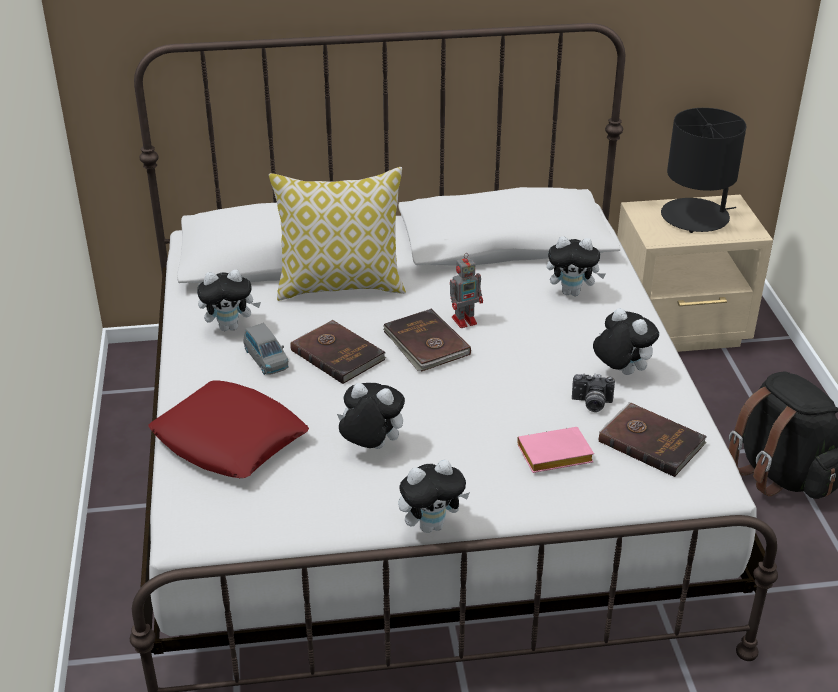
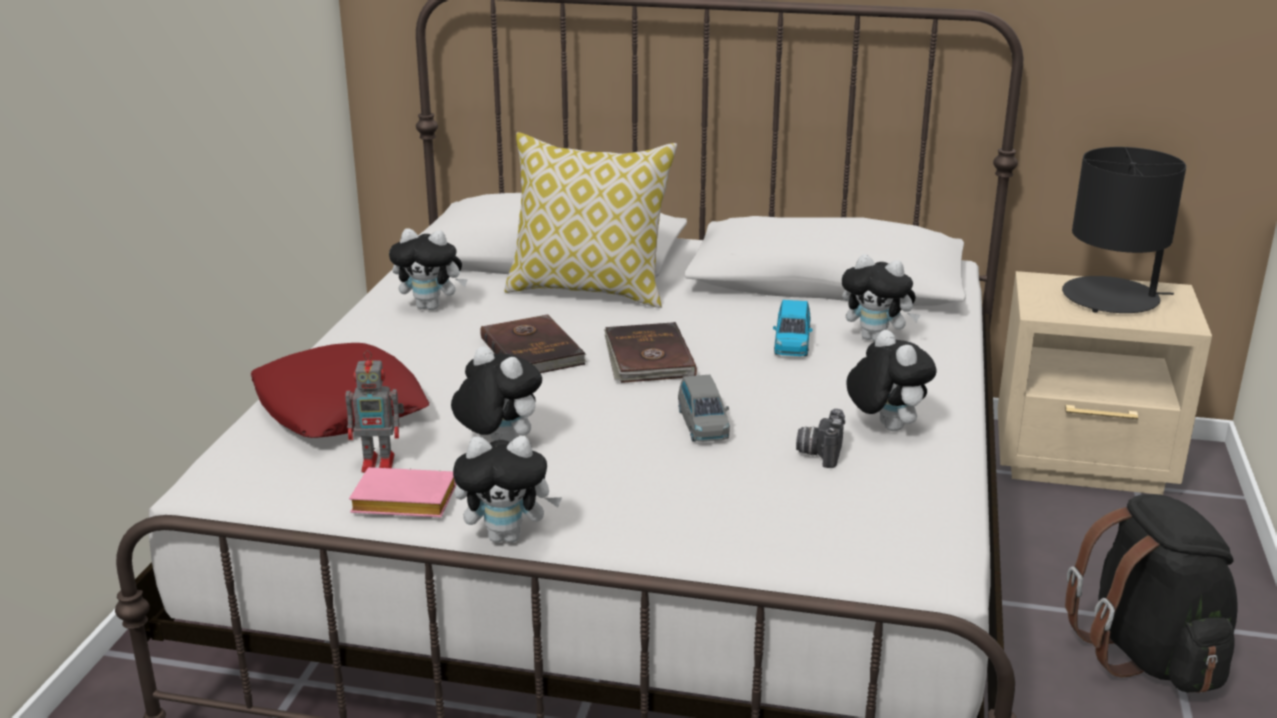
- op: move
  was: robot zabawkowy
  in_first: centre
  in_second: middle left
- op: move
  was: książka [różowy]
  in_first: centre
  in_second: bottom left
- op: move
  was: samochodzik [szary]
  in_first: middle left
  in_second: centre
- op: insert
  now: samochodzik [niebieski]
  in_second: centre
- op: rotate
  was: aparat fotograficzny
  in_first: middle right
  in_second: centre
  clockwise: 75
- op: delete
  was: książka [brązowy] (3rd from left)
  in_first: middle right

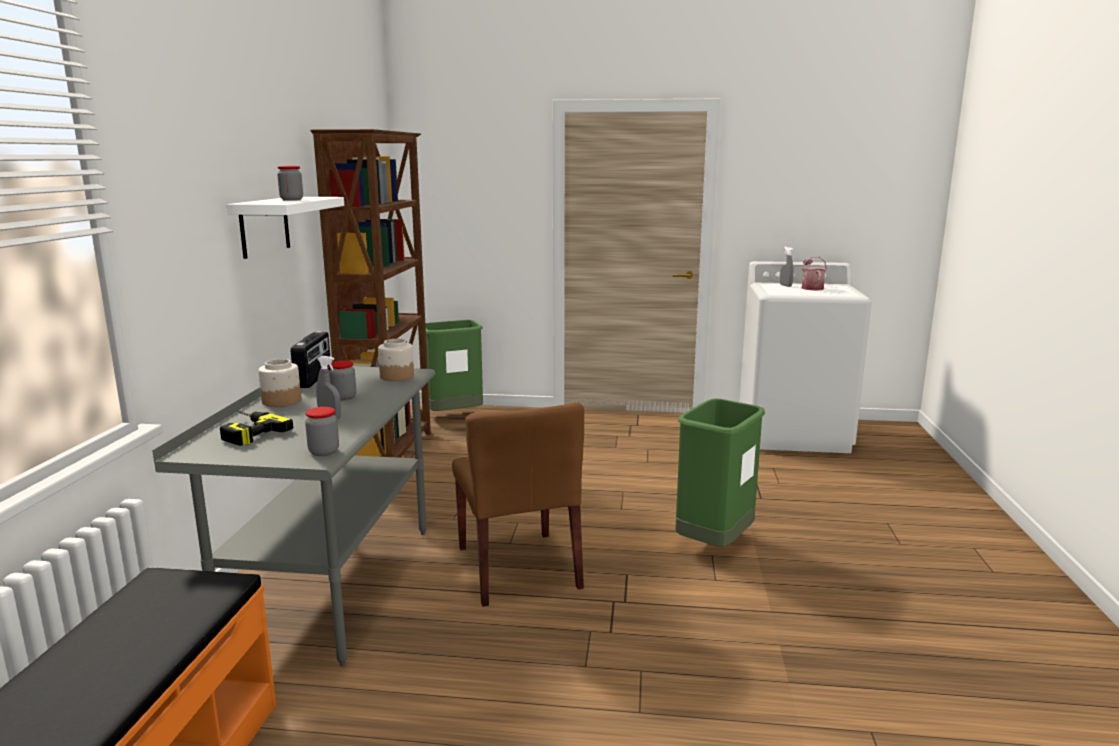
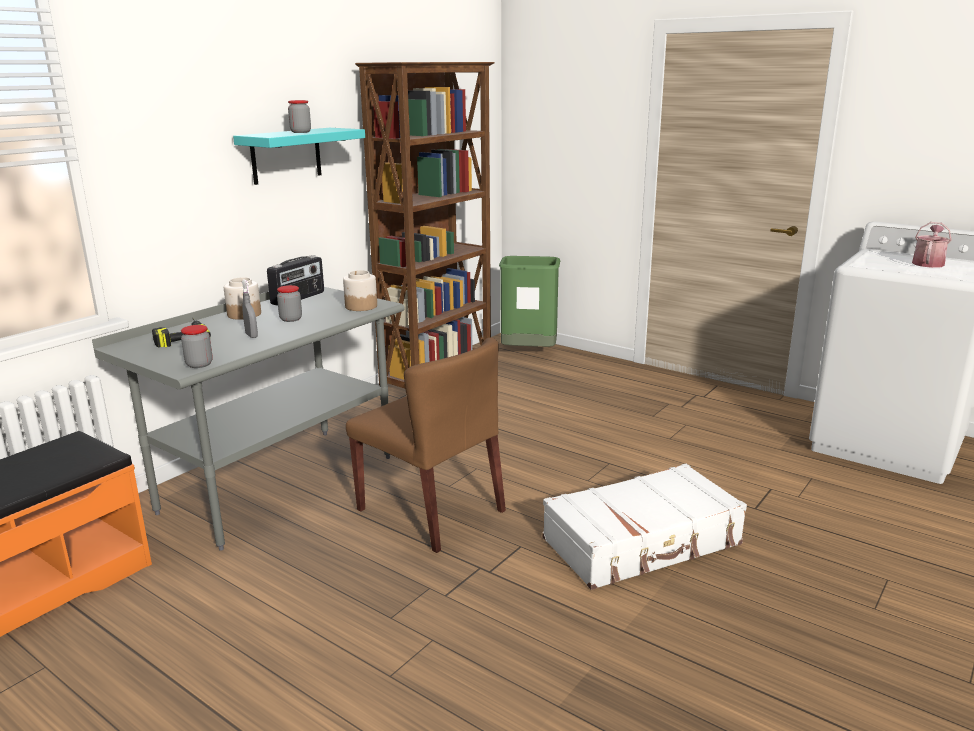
- op: recolor
  was: półka [biały]
  now: półka [turkusowy]
  in_first: top left
  in_second: top left
- op: rotate
  was: krzesło [brązowy]
  in_first: bottom centre
  in_second: centre
  clockwise: -60
- op: replace
  was: kosz na śmieci [zielony] (2nd from left)
  now: walizka [biały]
  in_first: centre
  in_second: bottom centre
- op: delete
  was: spryskiwacz [szary] (2nd from left)
  in_first: middle right

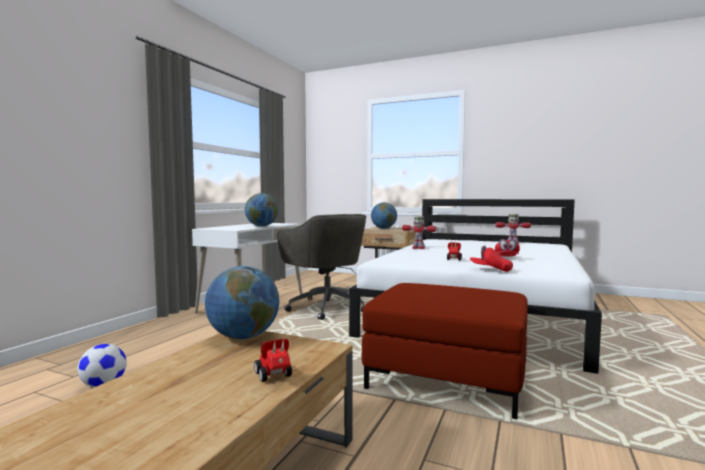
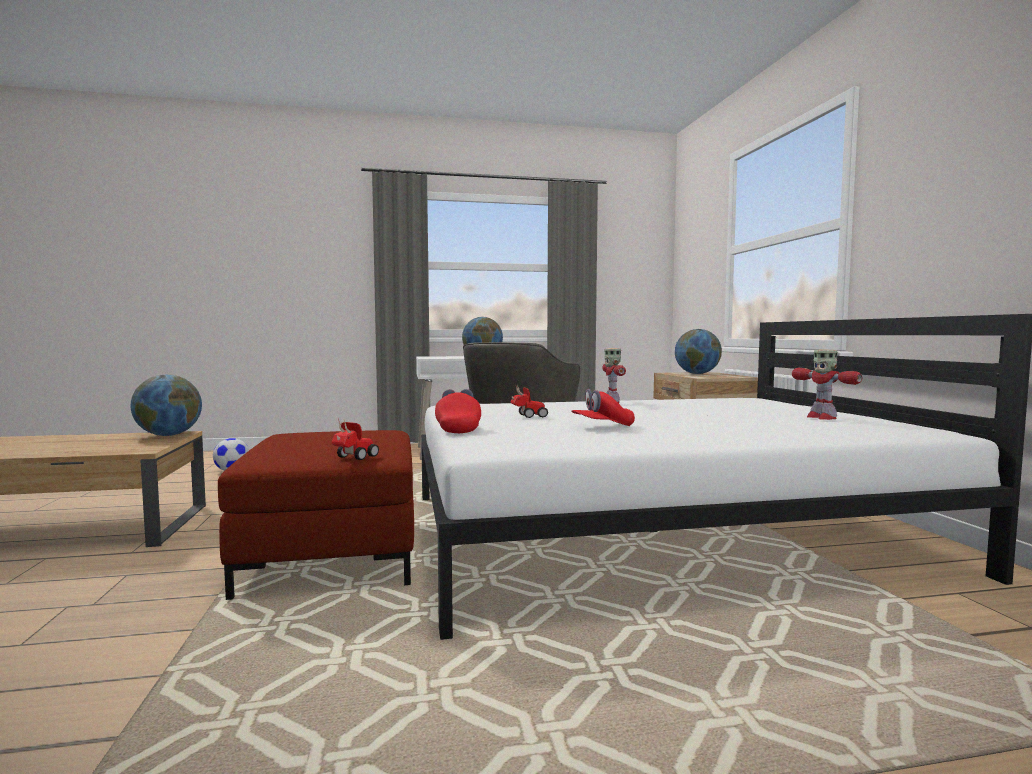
- op: move
  was: samochodzik (1st from left)
  in_first: bottom centre
  in_second: centre

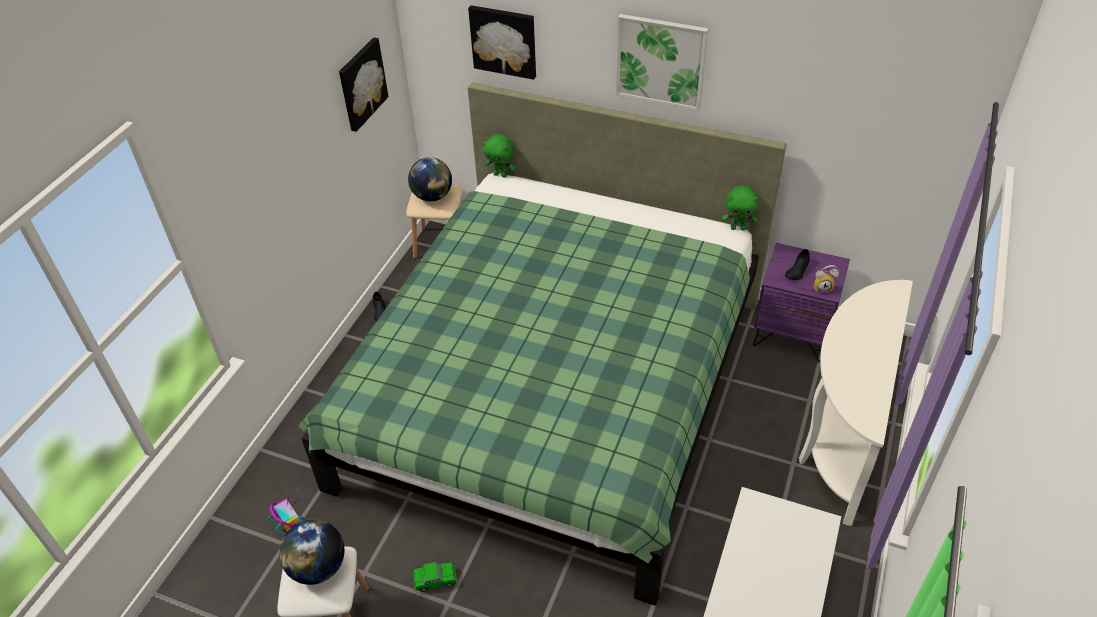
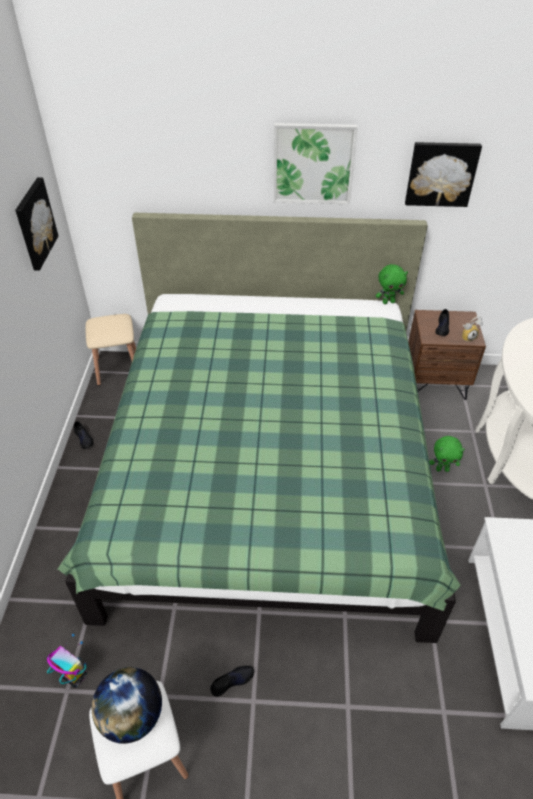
- op: replace
  was: samochodzik
  now: but [czarny] (2nd from left)
  in_first: bottom centre
  in_second: bottom centre
- op: move
  was: obraz (2nd from left in the first image)
  now: obraz (3rd from left)
  in_first: top centre
  in_second: top right
- op: recolor
  was: szafka nocna [fioletowy]
  now: szafka nocna [brązowy]
  in_first: middle right
  in_second: middle right
- op: move
  was: pluszak [zielony] (1st from left in the first image)
  now: pluszak [zielony] (2nd from left)
  in_first: top centre
  in_second: middle right
- op: delete
  was: globus (2nd from left)
  in_first: top centre

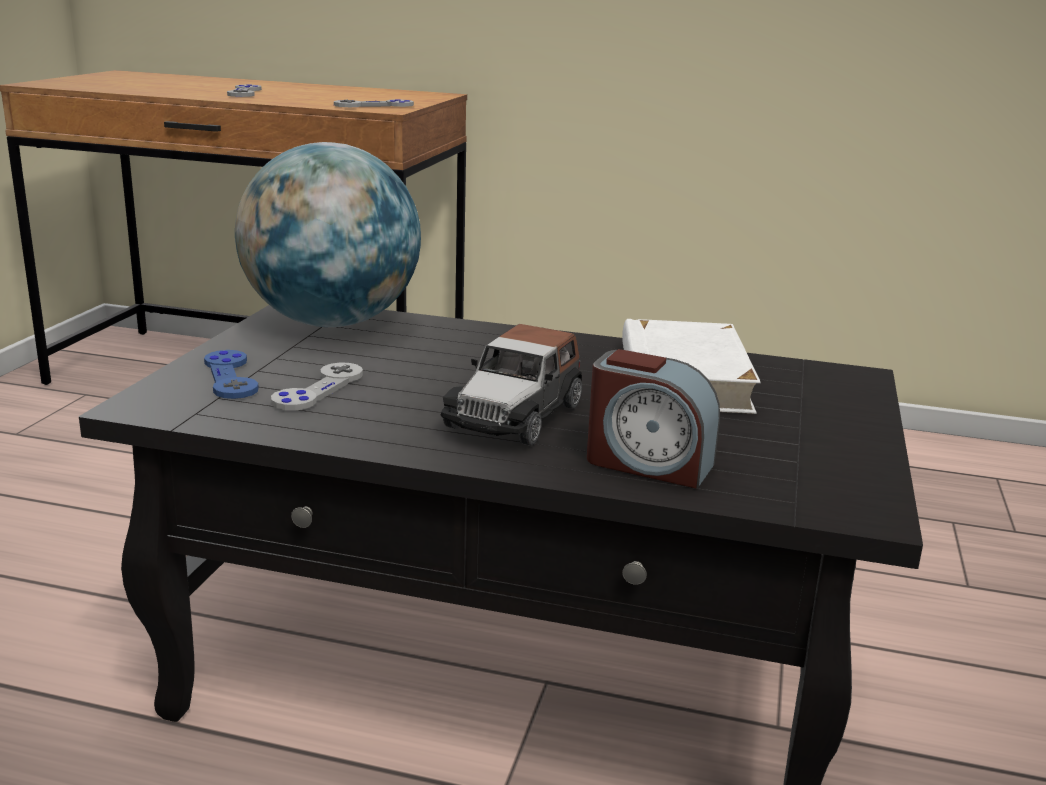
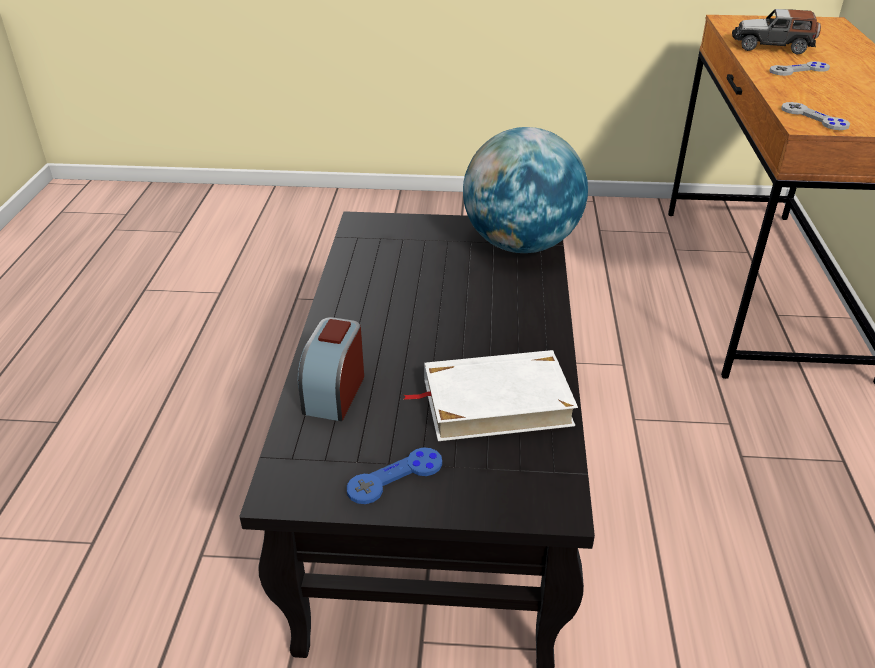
- op: move
  was: pad do gier [niebieski]
  in_first: middle left
  in_second: bottom centre
- op: move
  was: samochodzik
  in_first: centre
  in_second: top right
- op: delete
  was: pad do gier [szary] (2nd from left)
  in_first: middle left

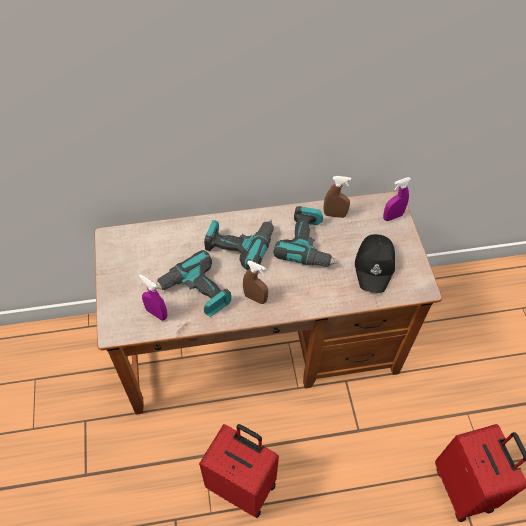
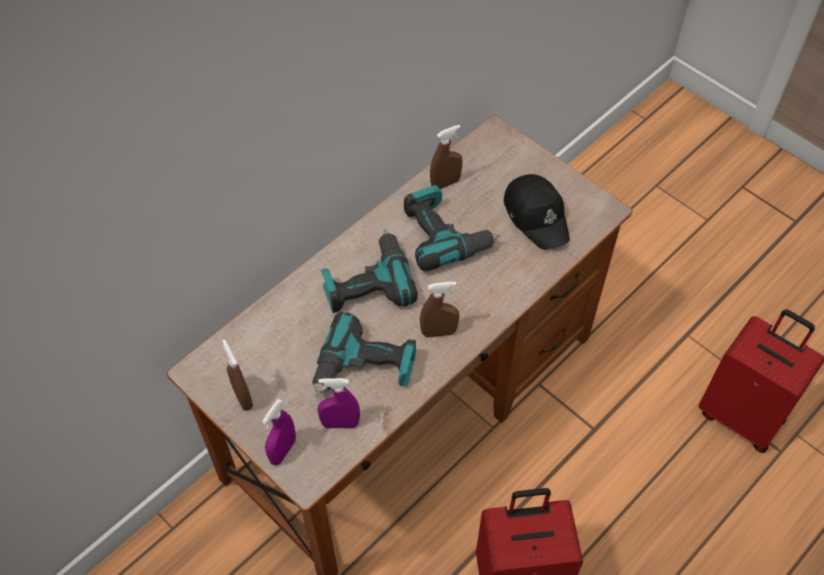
- op: insert
  now: spryskiwacz [brązowy] (1st from left)
  in_second: middle left
- op: move
  was: spryskiwacz [fioletowy] (2nd from left in the first image)
  now: spryskiwacz [fioletowy] (1st from left)
  in_first: middle right
  in_second: bottom centre

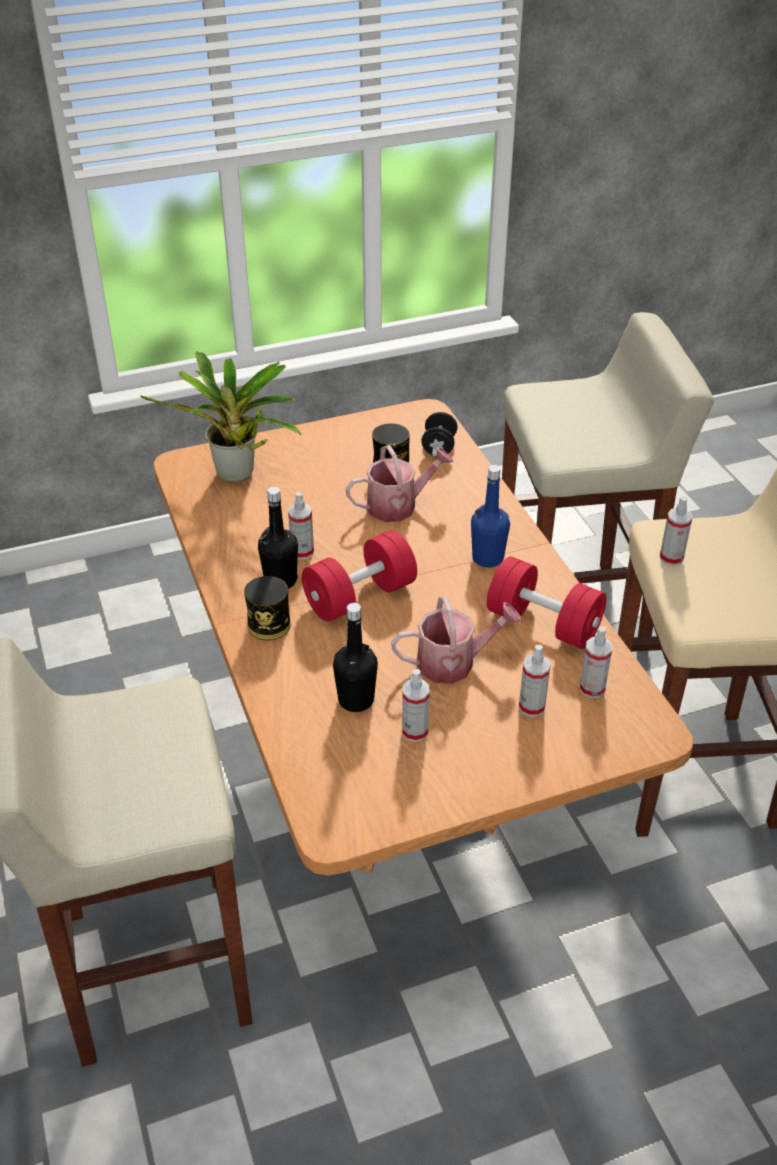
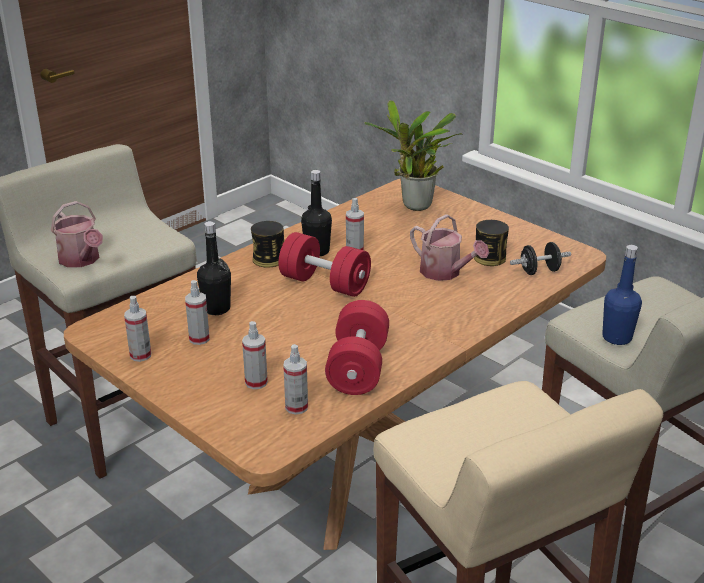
- op: move
  was: konewka (2nd from left in the first image)
  now: konewka (1st from left)
  in_first: centre
  in_second: middle left
- op: move
  was: spryskiwacz (5th from left in the first image)
  now: spryskiwacz (1st from left)
  in_first: middle right
  in_second: middle left
- op: move
  was: butelka [niebieski]
  in_first: centre
  in_second: middle right

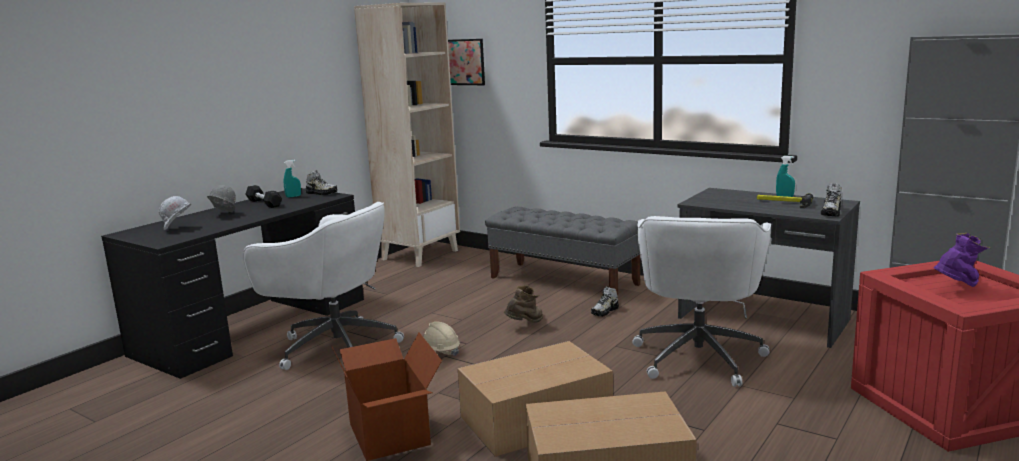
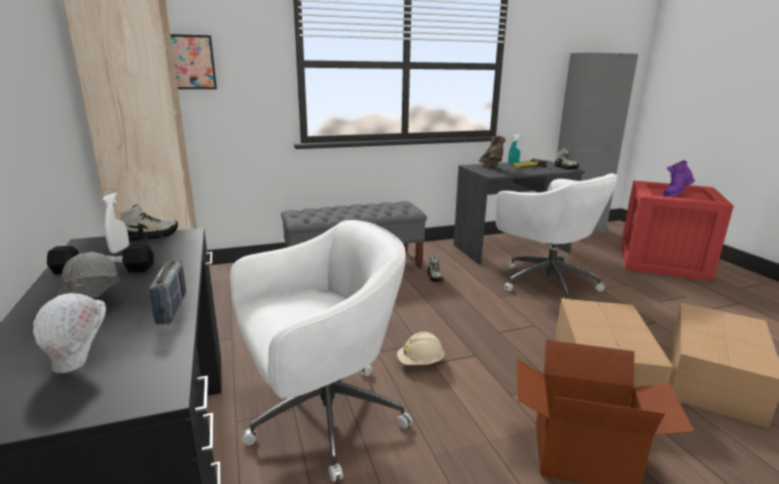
- op: recolor
  was: spryskiwacz [turkusowy] (1st from left)
  now: spryskiwacz [biały]
  in_first: middle left
  in_second: middle left
- op: insert
  now: radio
  in_second: middle left
- op: move
  was: but z cholewką [brązowy]
  in_first: centre
  in_second: top centre
- op: rotate
  was: but z cholewką [fioletowy]
  in_first: middle right
  in_second: middle right
  clockwise: -120

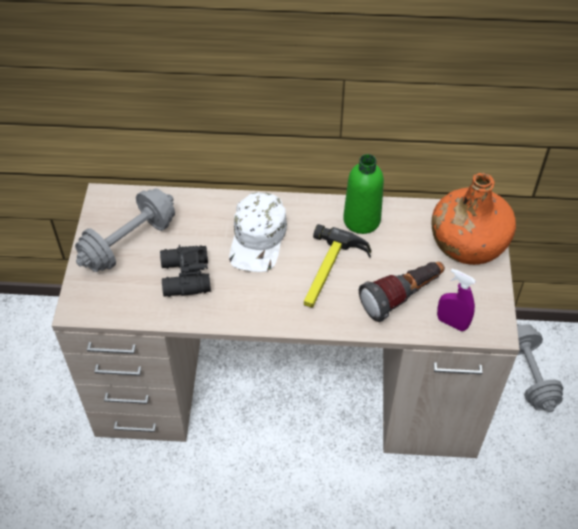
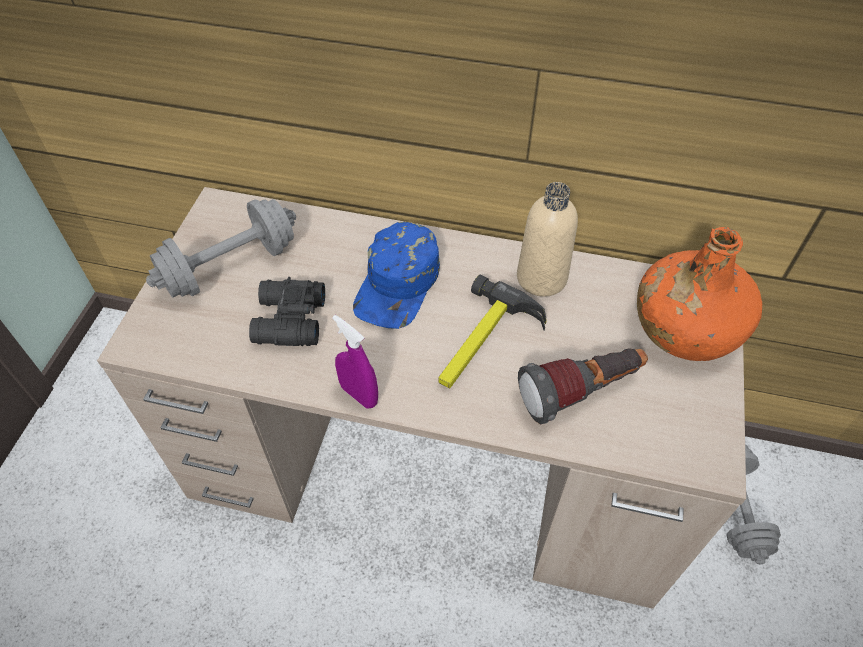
- op: move
  was: spryskiwacz [fioletowy]
  in_first: middle right
  in_second: centre
- op: recolor
  was: czapka z daszkiem [biały]
  now: czapka z daszkiem [niebieski]
  in_first: centre
  in_second: centre
- op: recolor
  was: butelka [zielony]
  now: butelka [beżowy]
  in_first: centre
  in_second: centre

